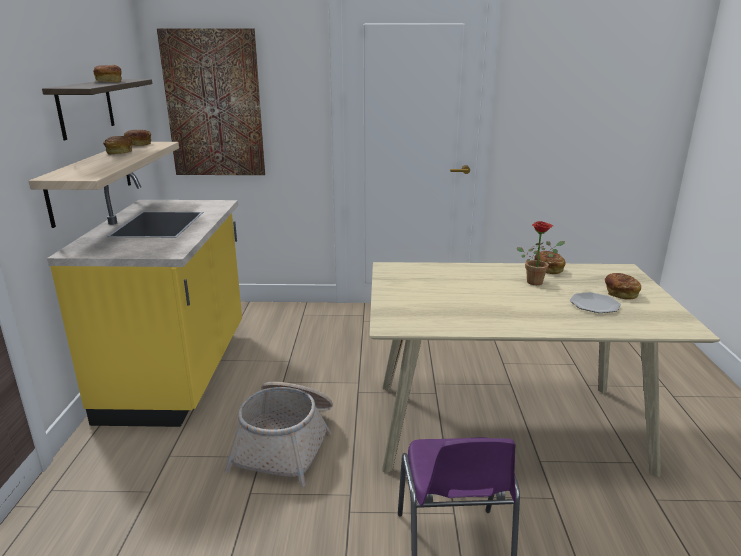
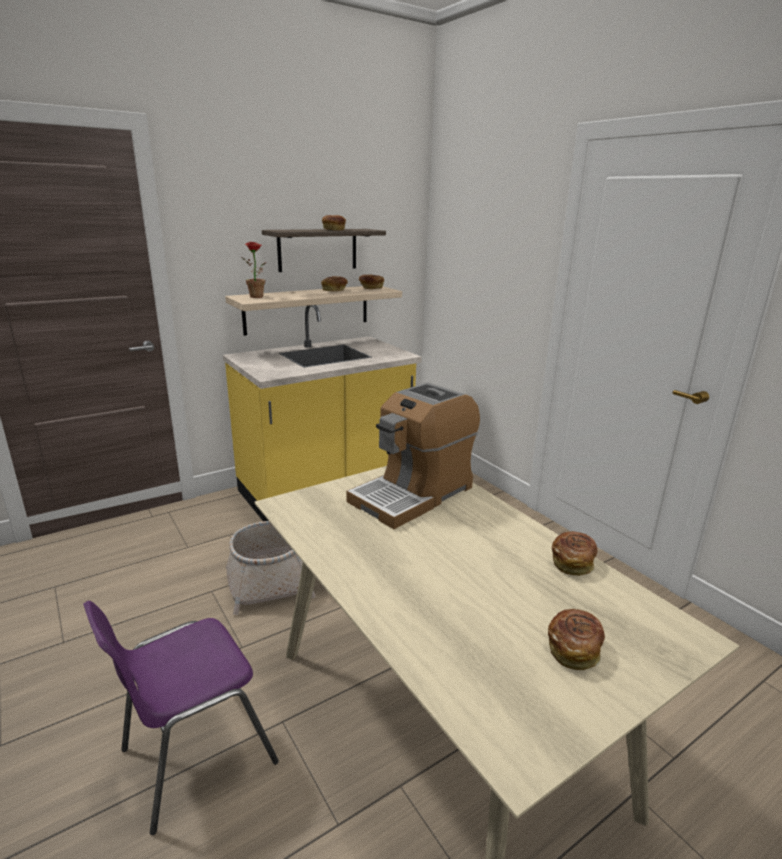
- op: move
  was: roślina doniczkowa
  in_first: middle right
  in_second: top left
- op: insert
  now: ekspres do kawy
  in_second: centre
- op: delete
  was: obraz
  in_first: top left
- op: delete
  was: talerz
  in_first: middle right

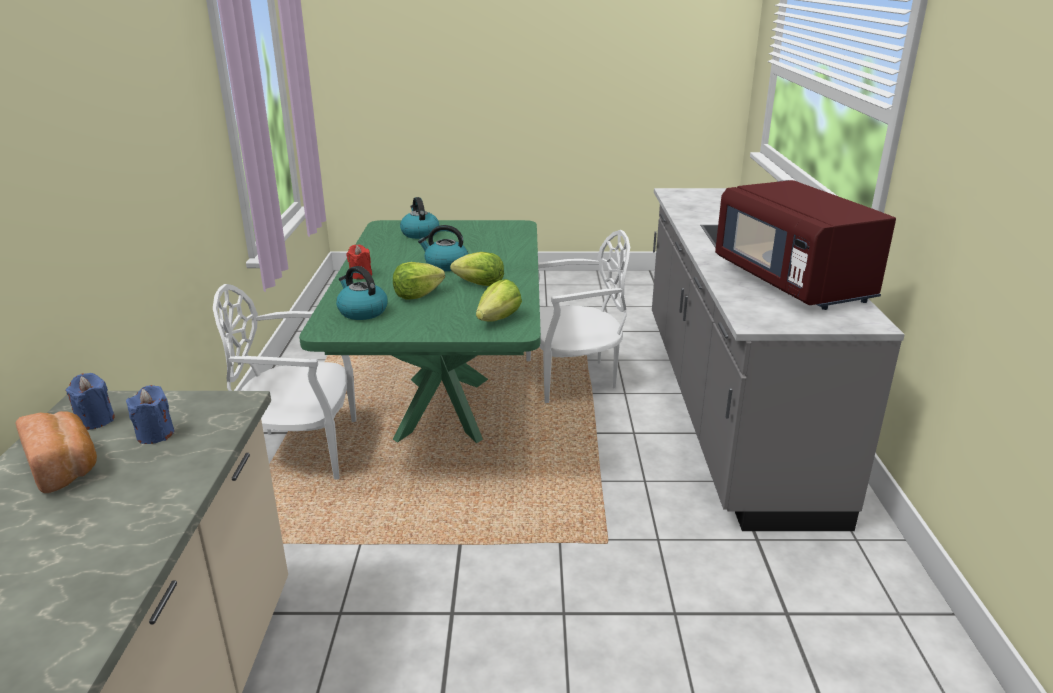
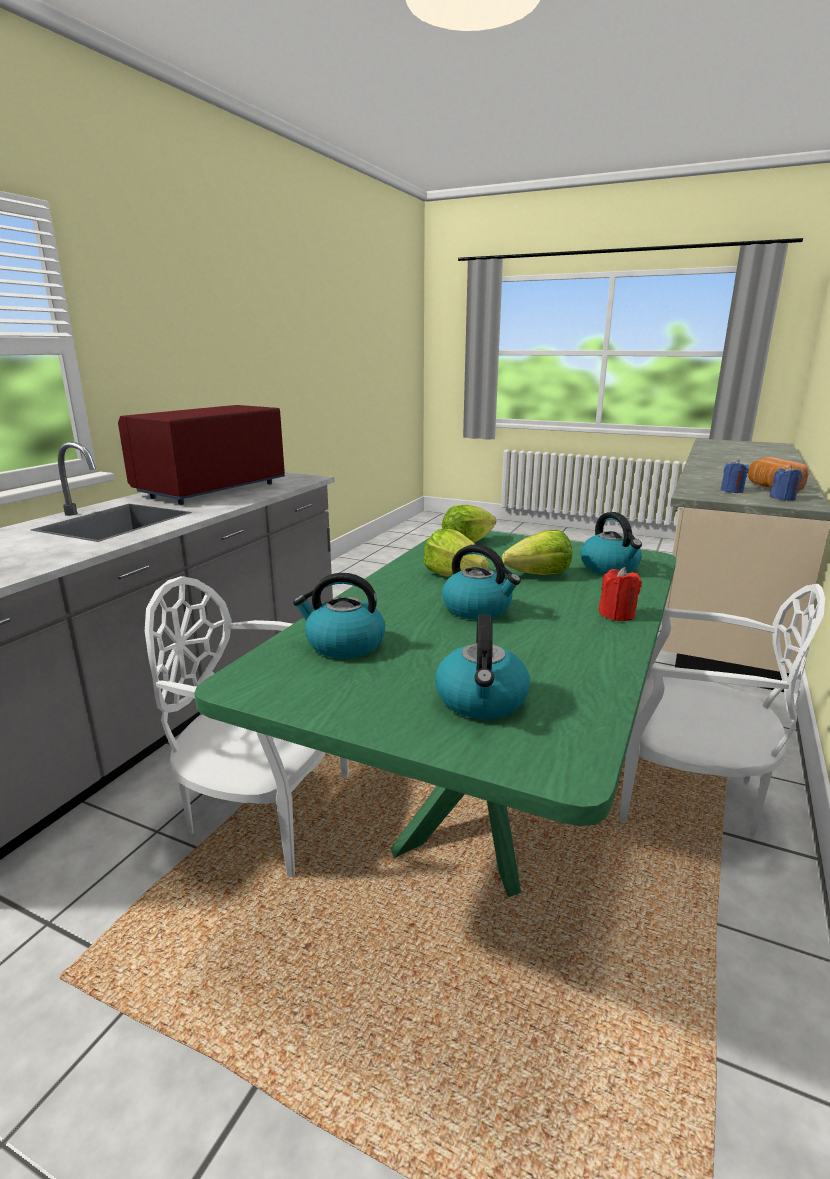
- op: rotate
  was: mikrofalówka [czerwony]
  in_first: middle right
  in_second: middle left
  clockwise: -150
- op: insert
  now: czajnik (1st from left)
  in_second: centre

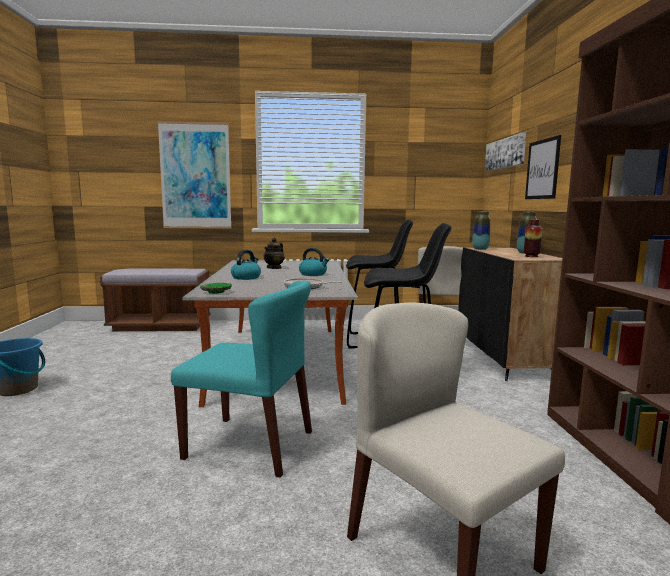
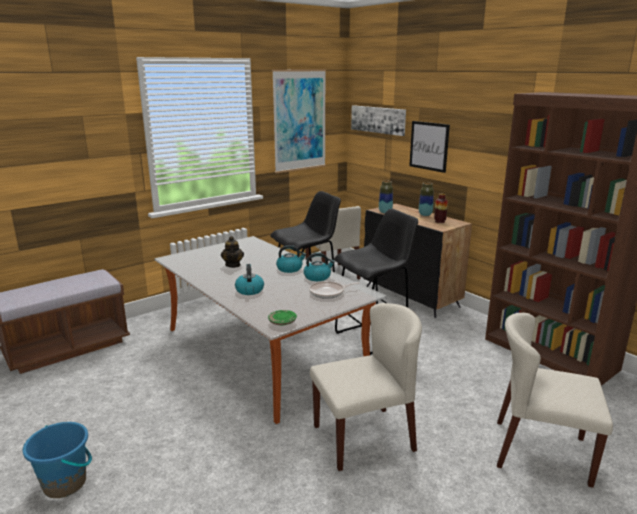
- op: move
  was: obraz (1st from left)
  in_first: top left
  in_second: top centre
- op: insert
  now: czajnik (3rd from left)
  in_second: centre
- op: recolor
  was: krzesło [turkusowy]
  now: krzesło [beżowy] (2nd from left)
  in_first: centre
  in_second: bottom centre

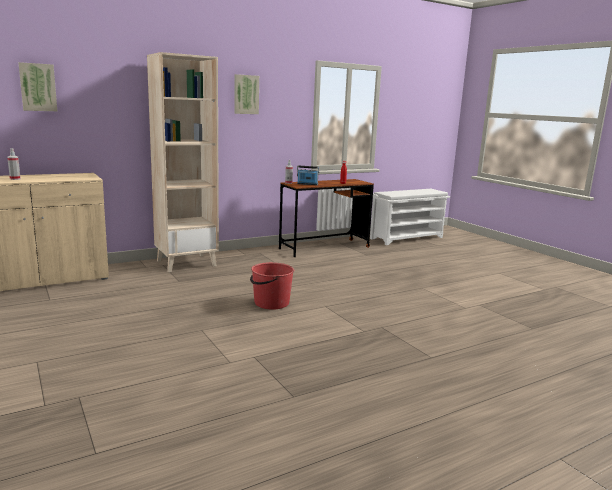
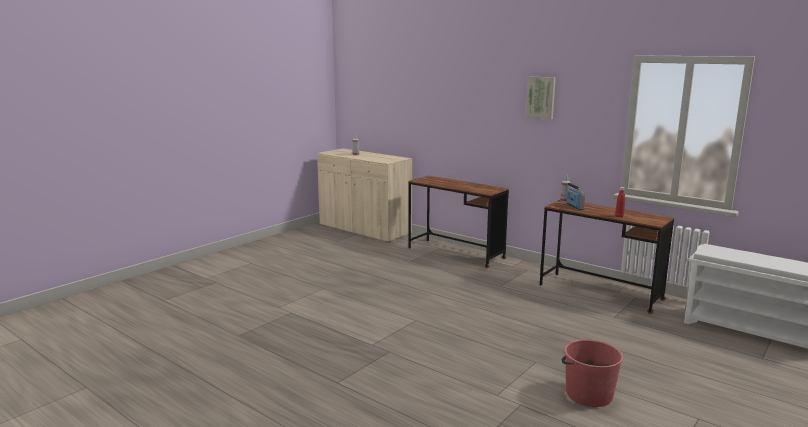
- op: replace
  was: regał [beżowy]
  now: biurko [brązowy] (1st from left)
  in_first: top left
  in_second: centre
- op: move
  was: wiadro [czerwony]
  in_first: centre
  in_second: bottom right
- op: delete
  was: obraz (1st from left)
  in_first: top left

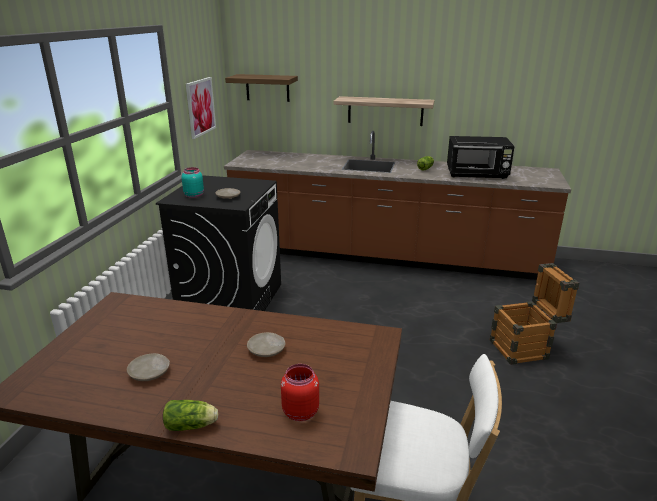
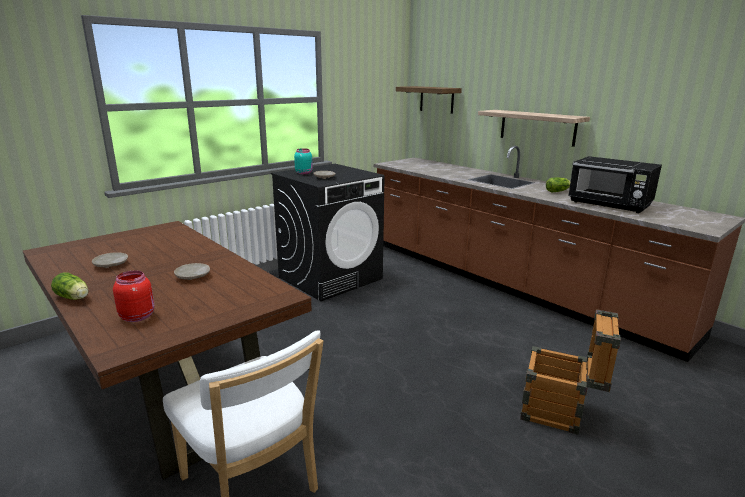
- op: delete
  was: obraz
  in_first: top left

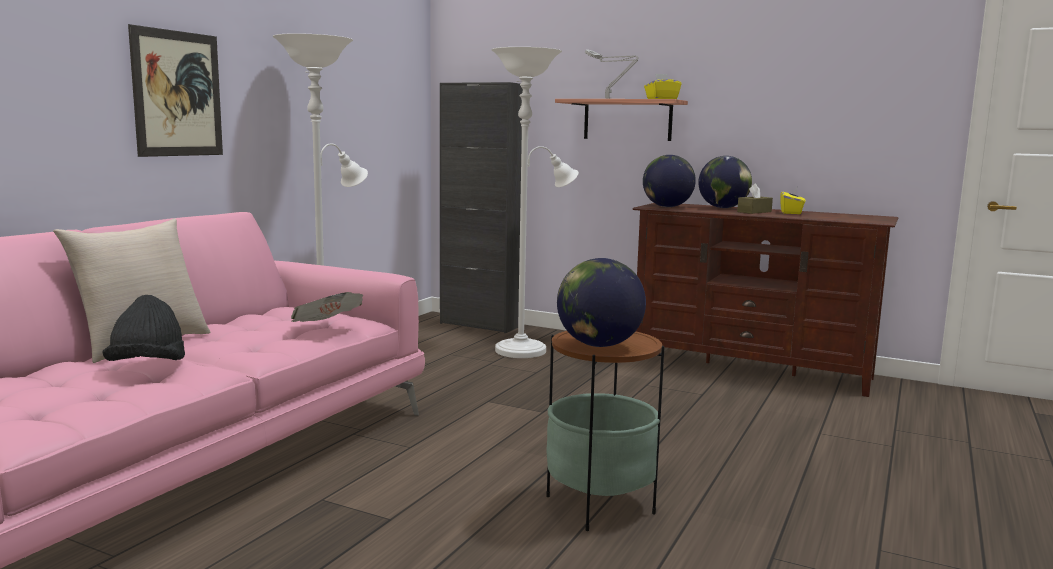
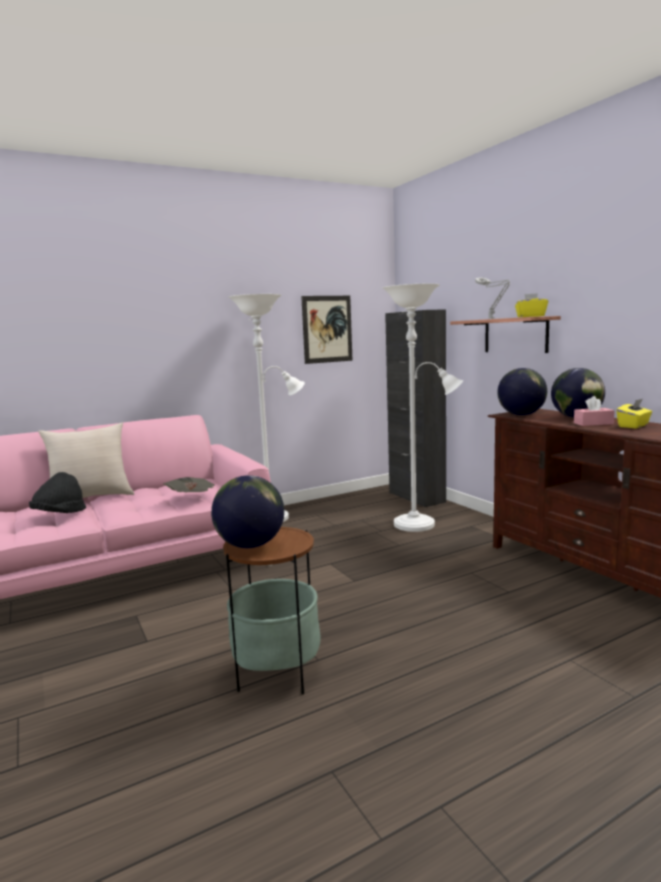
- op: move
  was: obraz
  in_first: top left
  in_second: centre
- op: recolor
  was: pudełko chusteczek [brązowy]
  now: pudełko chusteczek [różowy]
  in_first: middle right
  in_second: middle right

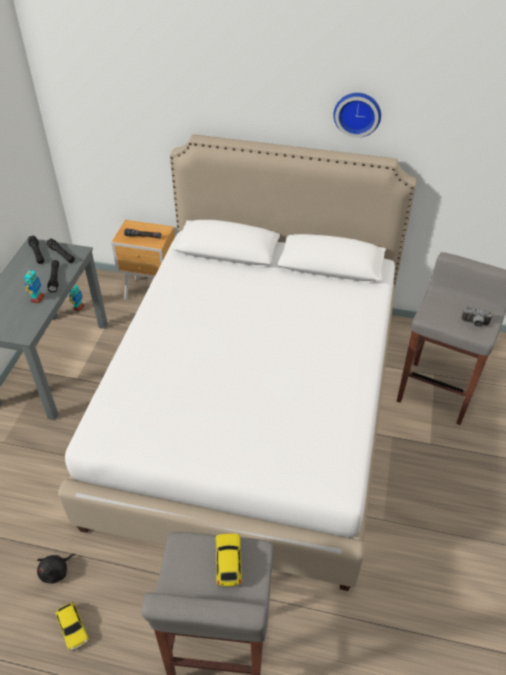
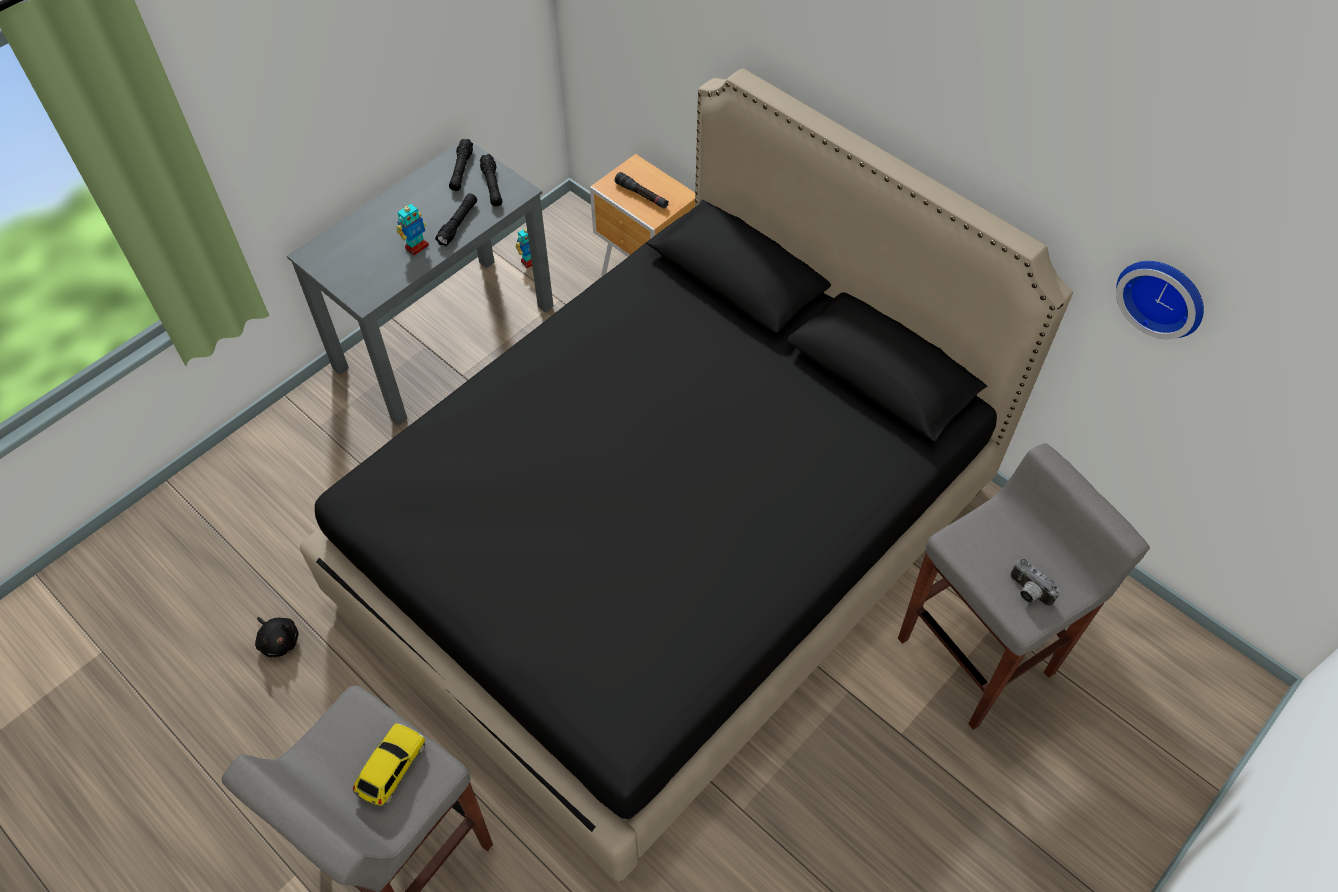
- op: rotate
  was: pluszak [czarny]
  in_first: bottom left
  in_second: bottom left
  clockwise: -120
- op: recolor
  was: łóżko [biały]
  now: łóżko [czarny]
  in_first: centre
  in_second: centre
- op: move
  was: zegar ścienny
  in_first: top right
  in_second: middle right
- op: delete
  was: samochodzik (1st from left)
  in_first: bottom left

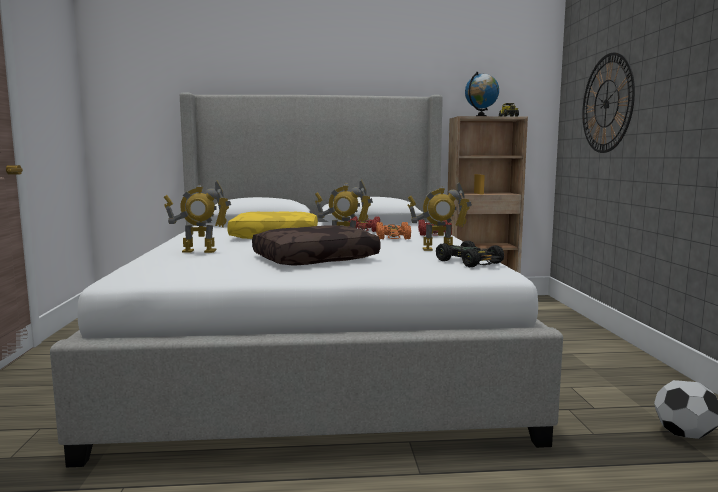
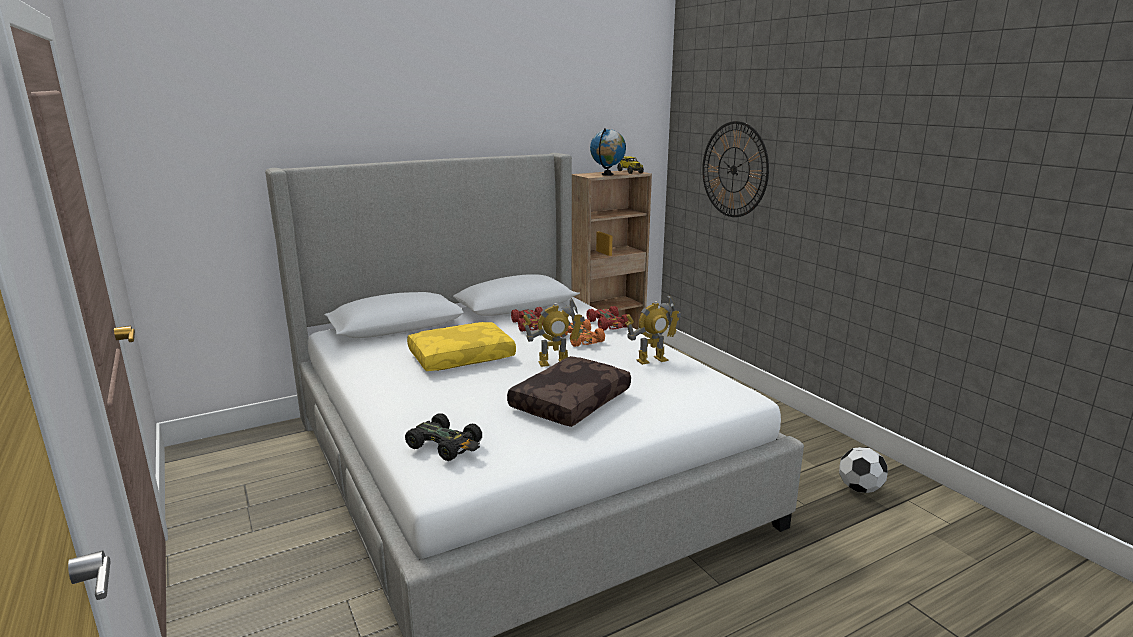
- op: move
  was: samochodzik [czarny]
  in_first: centre
  in_second: bottom centre
- op: delete
  was: robot zabawkowy (1st from left)
  in_first: middle left

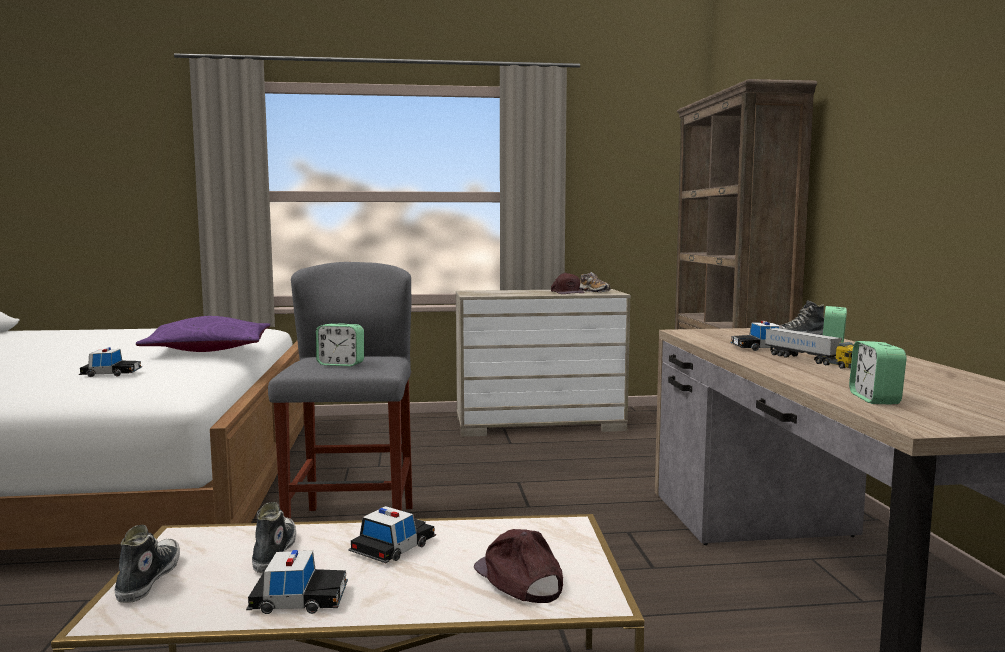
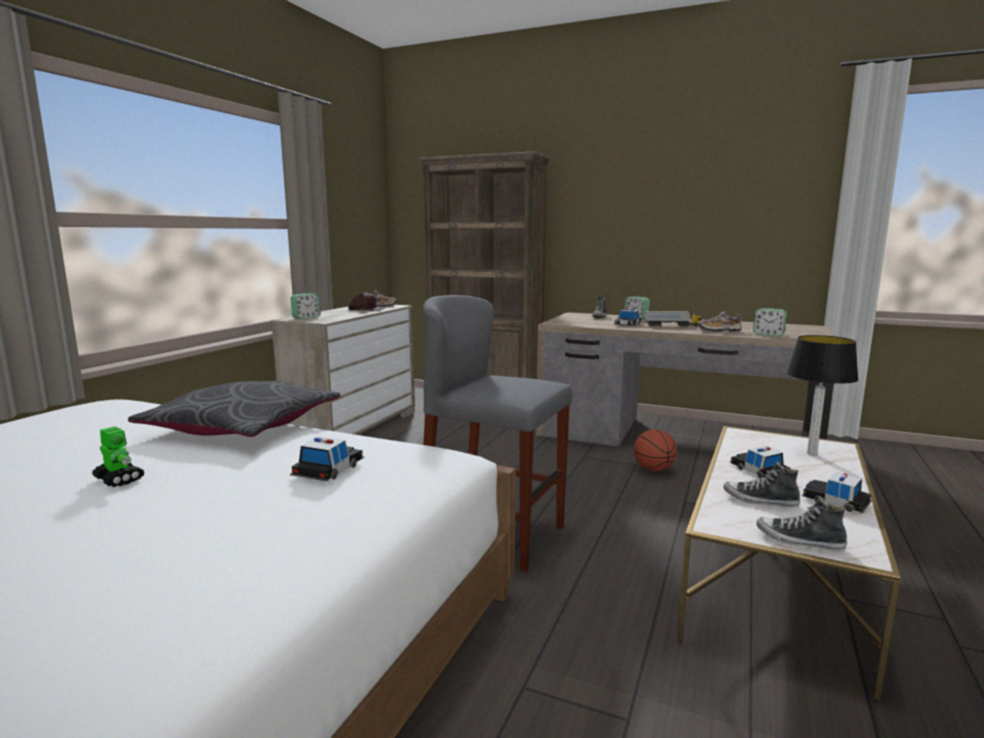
- op: insert
  now: robot zabawkowy
  in_second: middle left
- op: recolor
  was: poduszka [fioletowy]
  now: poduszka [szary]
  in_first: middle left
  in_second: middle left
- op: move
  was: budzik (1st from left)
  in_first: centre
  in_second: middle left
- op: insert
  now: piłka do koszykówki
  in_second: centre
- op: insert
  now: but (3rd from left)
  in_second: middle right
- op: replace
  was: czapka z daszkiem [brązowy] (1st from left)
  now: lampa stołowa
  in_first: bottom centre
  in_second: middle right
- op: rotate
  was: samochodzik (2nd from left in the first image)
  in_first: bottom left
  in_second: bottom right
  clockwise: -75

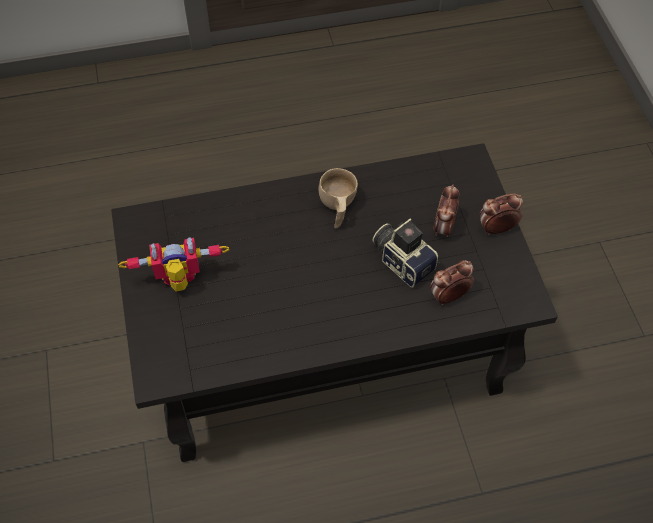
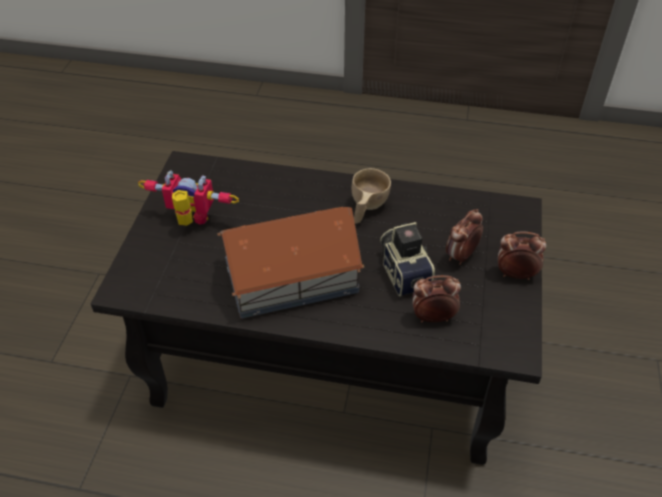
- op: insert
  now: domek
  in_second: centre

